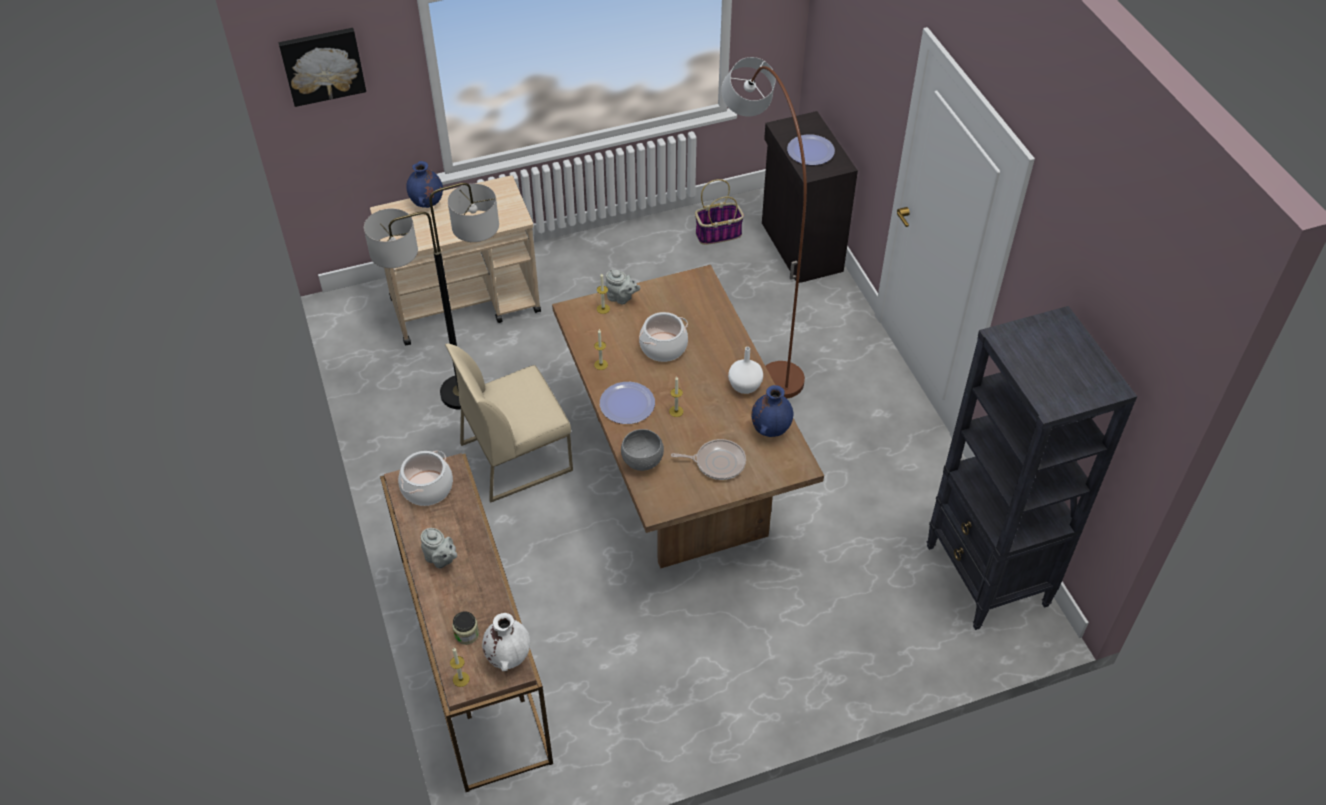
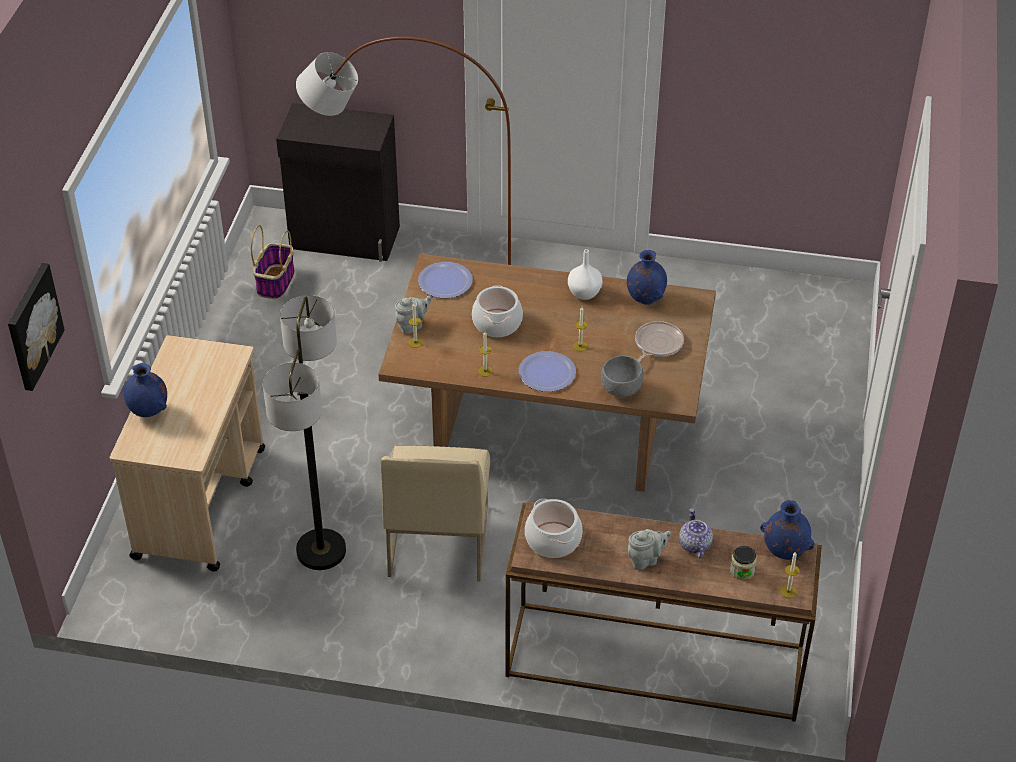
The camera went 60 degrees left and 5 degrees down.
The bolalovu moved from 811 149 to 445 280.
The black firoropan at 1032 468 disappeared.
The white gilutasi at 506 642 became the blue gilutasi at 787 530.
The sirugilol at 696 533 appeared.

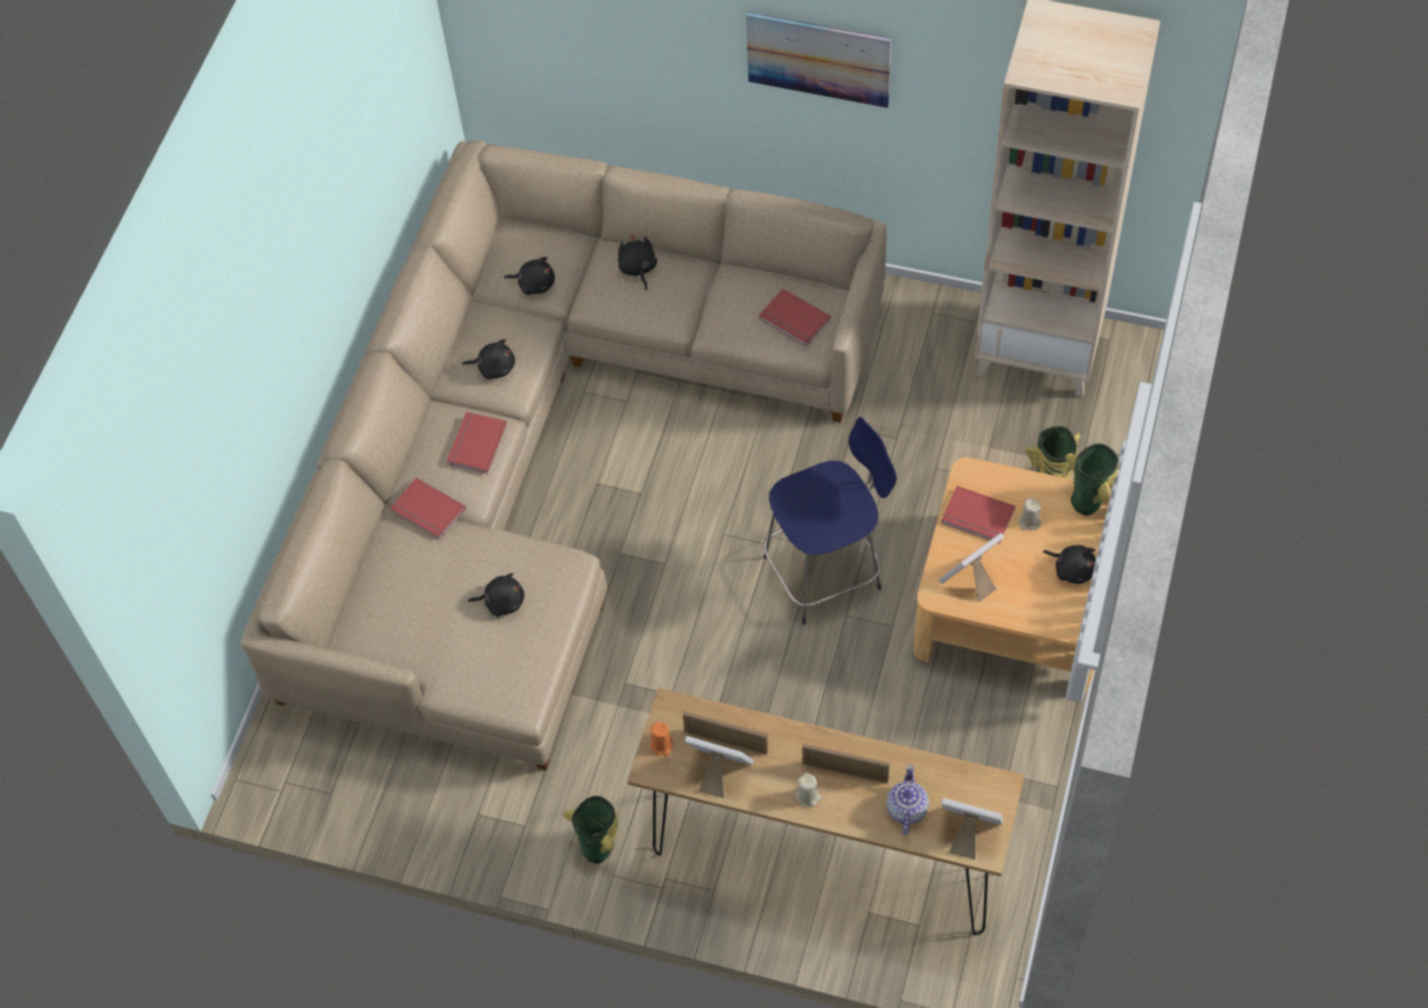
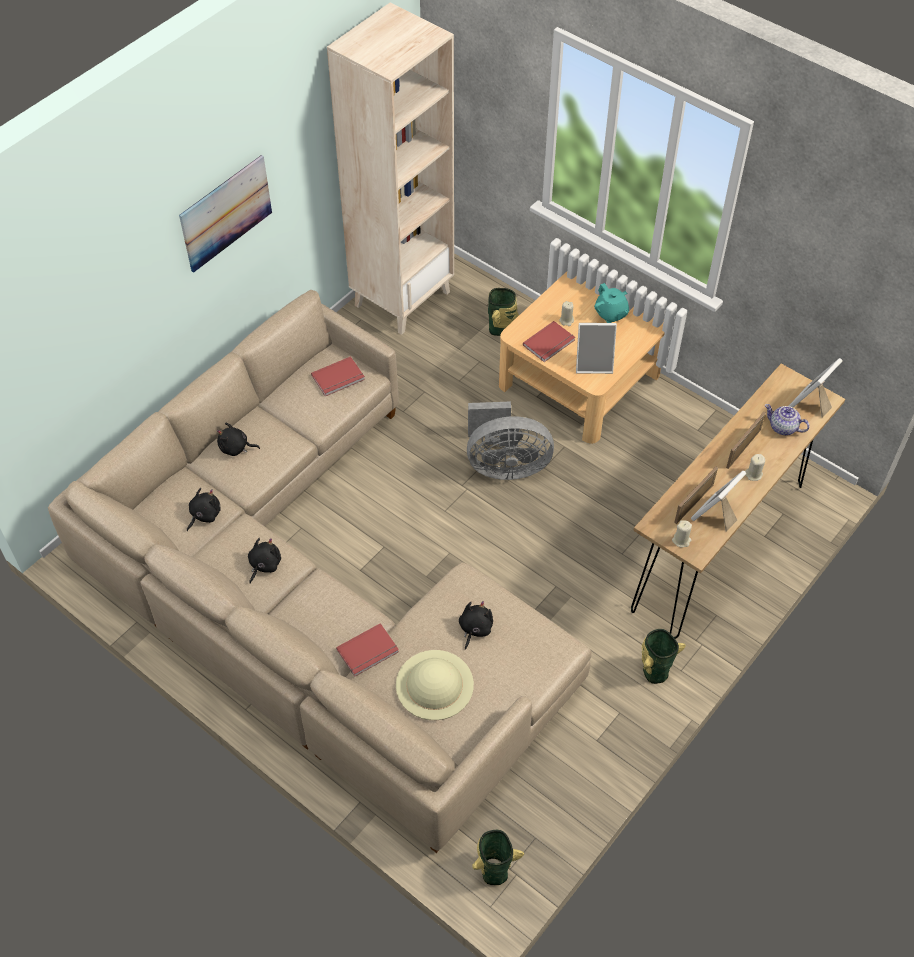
The camera went 70 degrees left and 5 degrees down.
The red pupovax at 477 442 disappeared.
The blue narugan at 830 521 was replaced by the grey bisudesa at 510 440.
The gilutasi moved from 1092 479 to 498 857.
The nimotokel at 971 567 turned 75 degrees counterclockwise.
The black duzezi at 1069 564 was replaced by the turquoise sirugilol at 611 303.
The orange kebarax at 661 739 became the beige kebarax at 682 533.
The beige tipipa at 435 685 appeared.

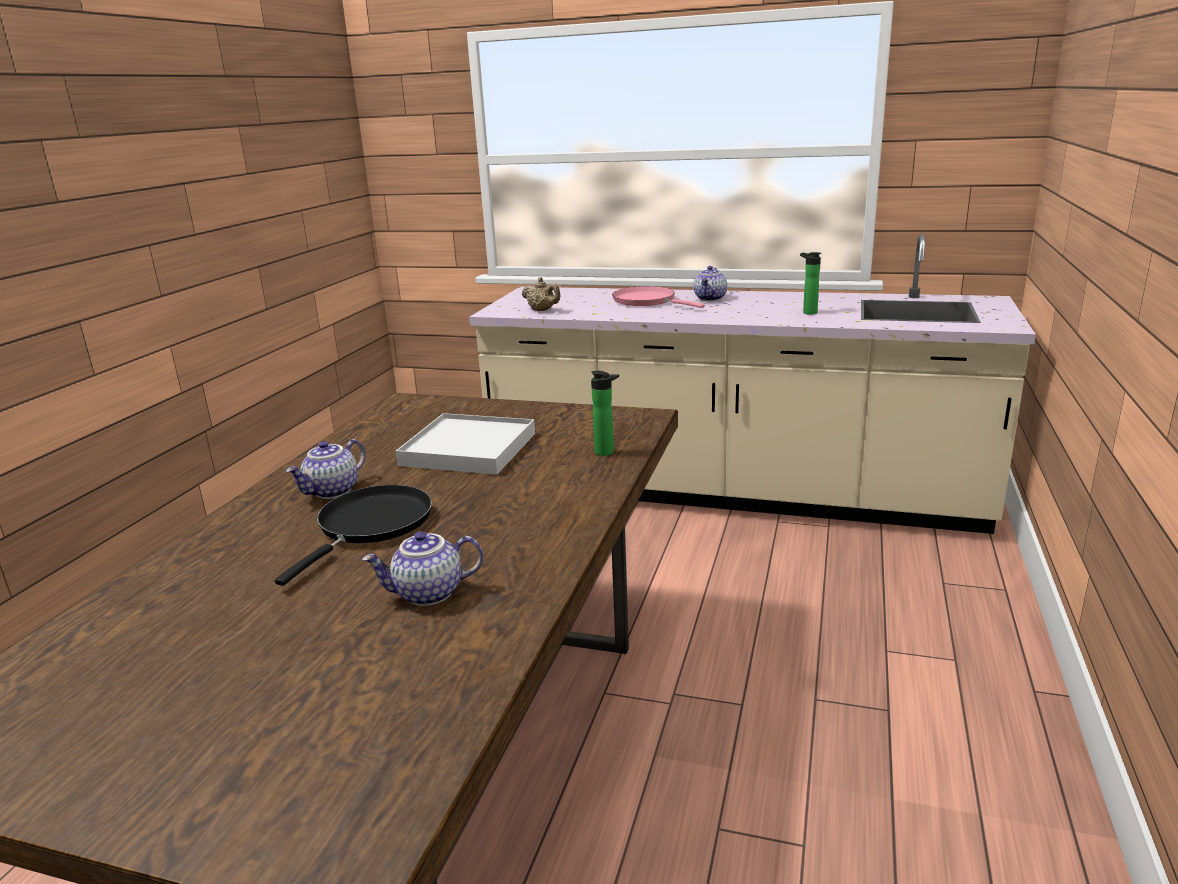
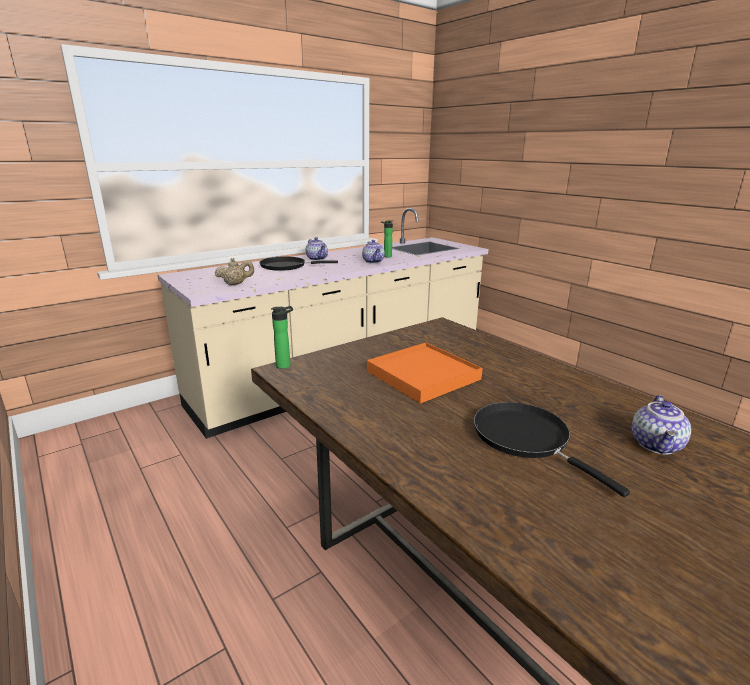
The camera went 55 degrees left and 0 degrees up.
The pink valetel at 658 297 became the black valetel at 299 263.
The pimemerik moved from 605 413 to 282 337.
The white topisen at 465 444 became the orange topisen at 425 373.
The sirugilol moved from 325 469 to 373 252.

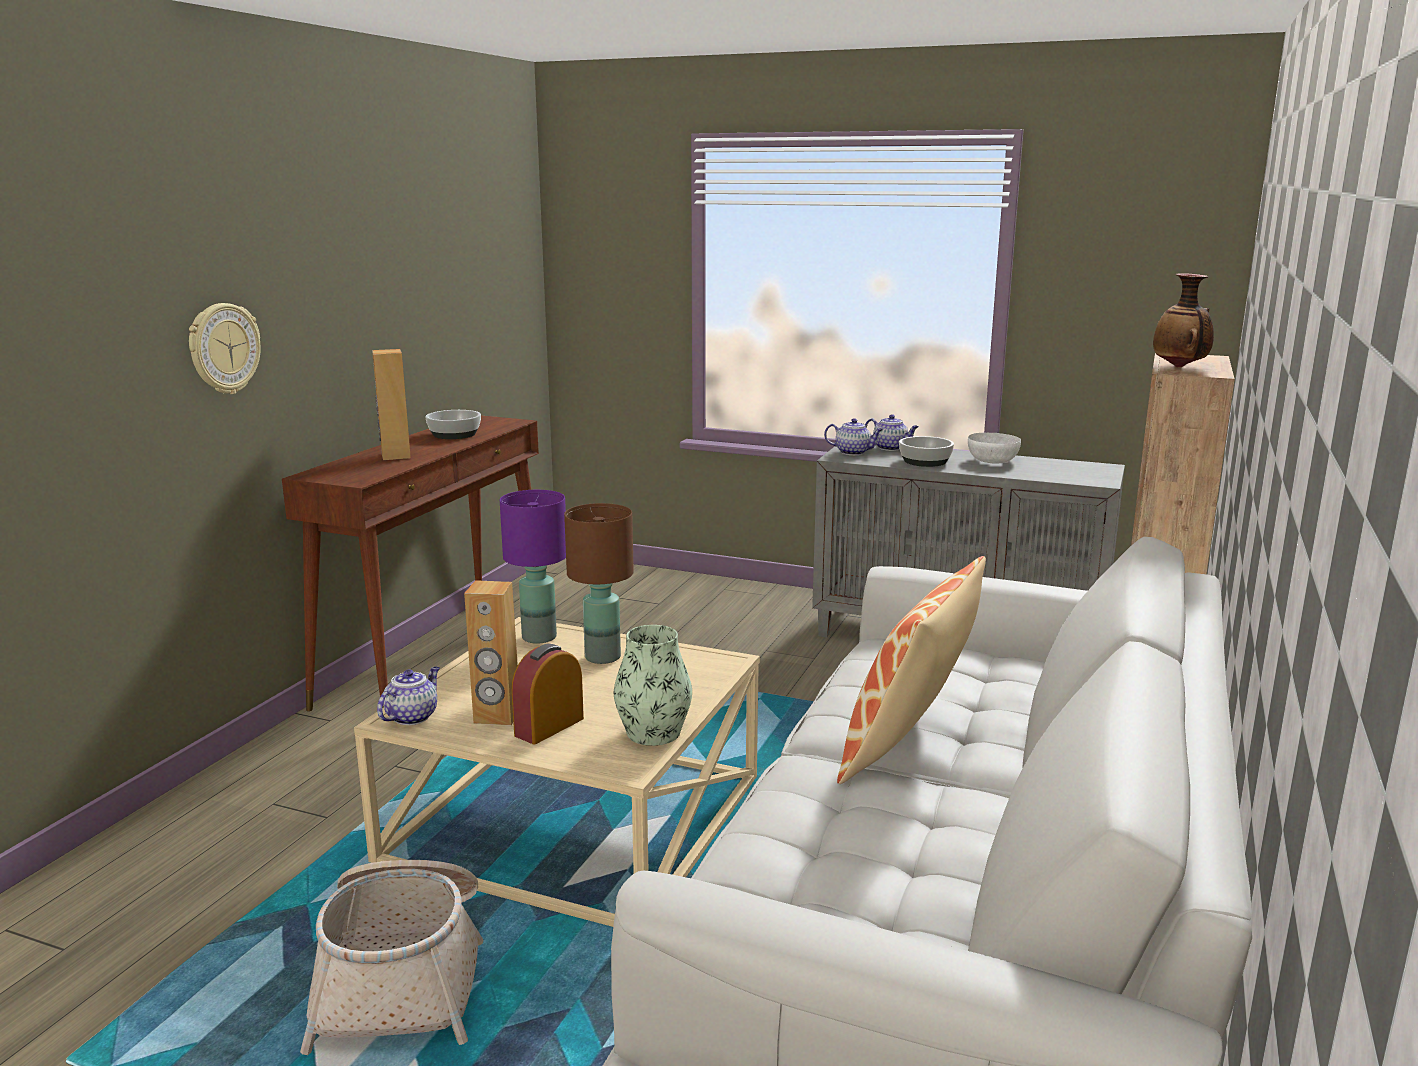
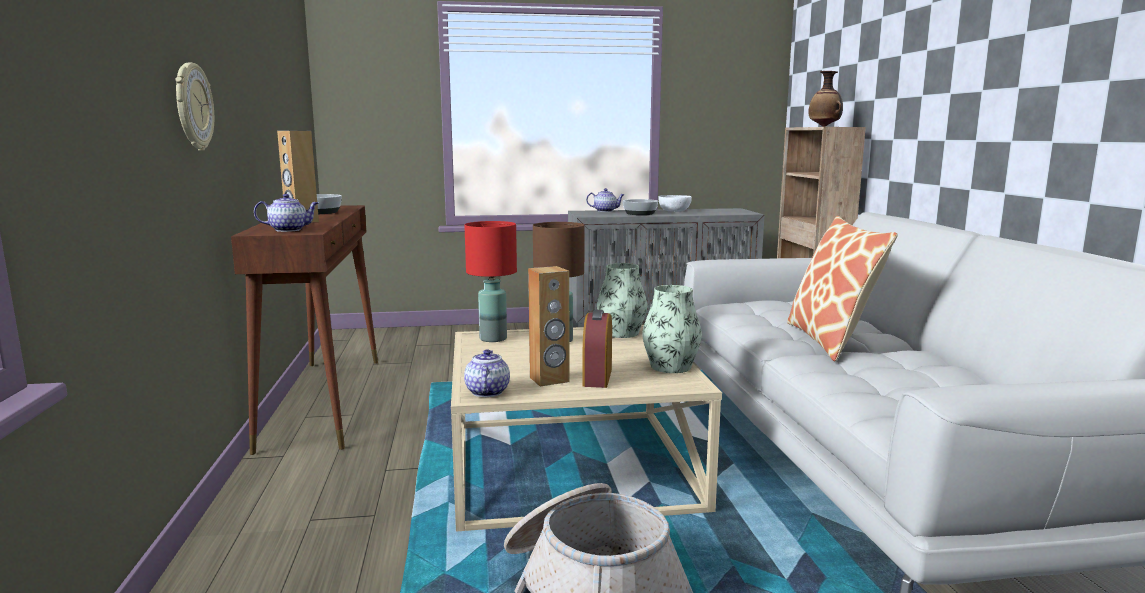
The camera went 30 degrees left and 5 degrees down.
The sirugilol moved from 853 436 to 286 213.
The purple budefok at 533 567 became the red budefok at 490 281.
The gilutasi at 622 300 appeared.

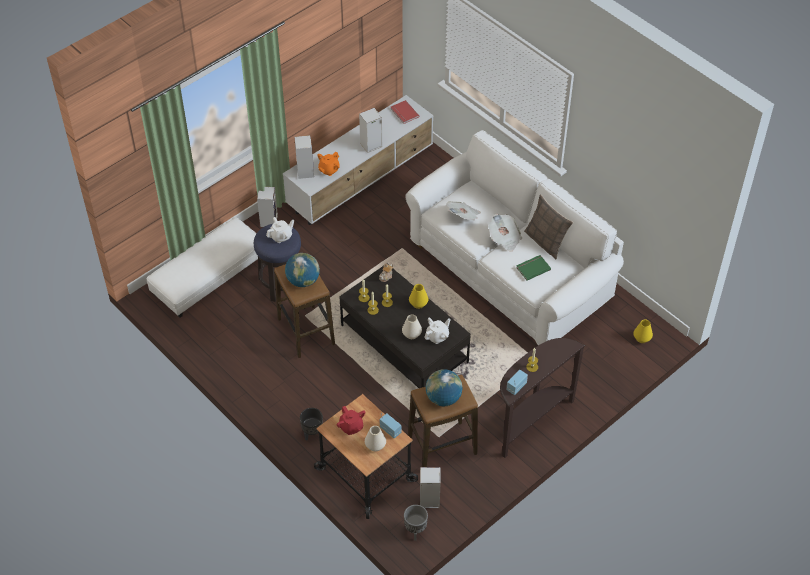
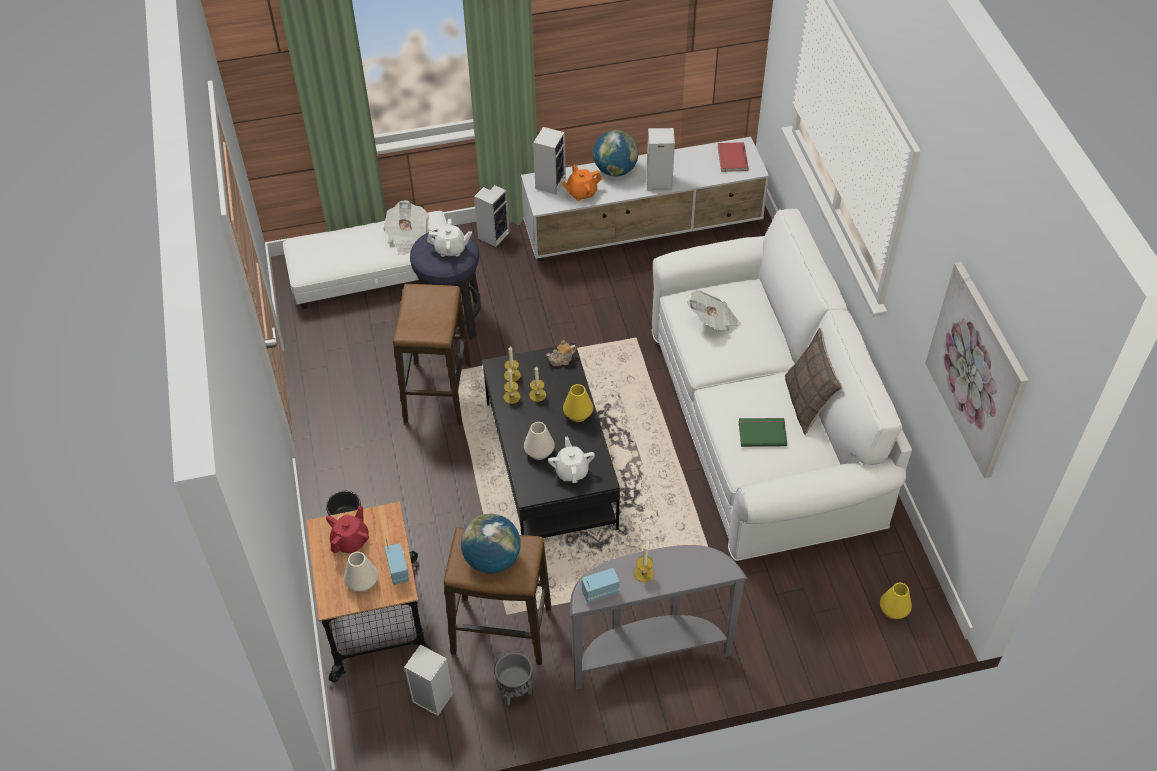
The camera went 30 degrees right and 0 degrees up.
The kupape moved from 505 233 to 406 227.
The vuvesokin moved from 302 270 to 616 153.
The white sirugilol at 437 331 turned 90 degrees counterclockwise.
The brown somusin at 542 398 became the grey somusin at 659 617.
The red sirugilol at 351 420 turned 150 degrees counterclockwise.
The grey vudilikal moved from 416 522 to 513 679.
The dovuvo at 977 370 appeared.

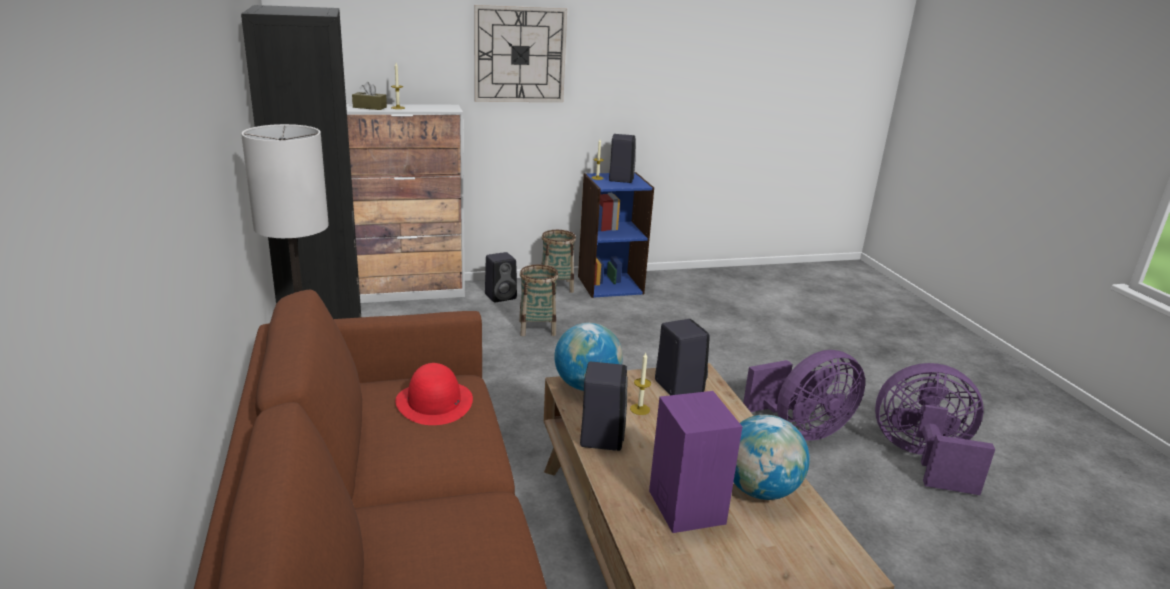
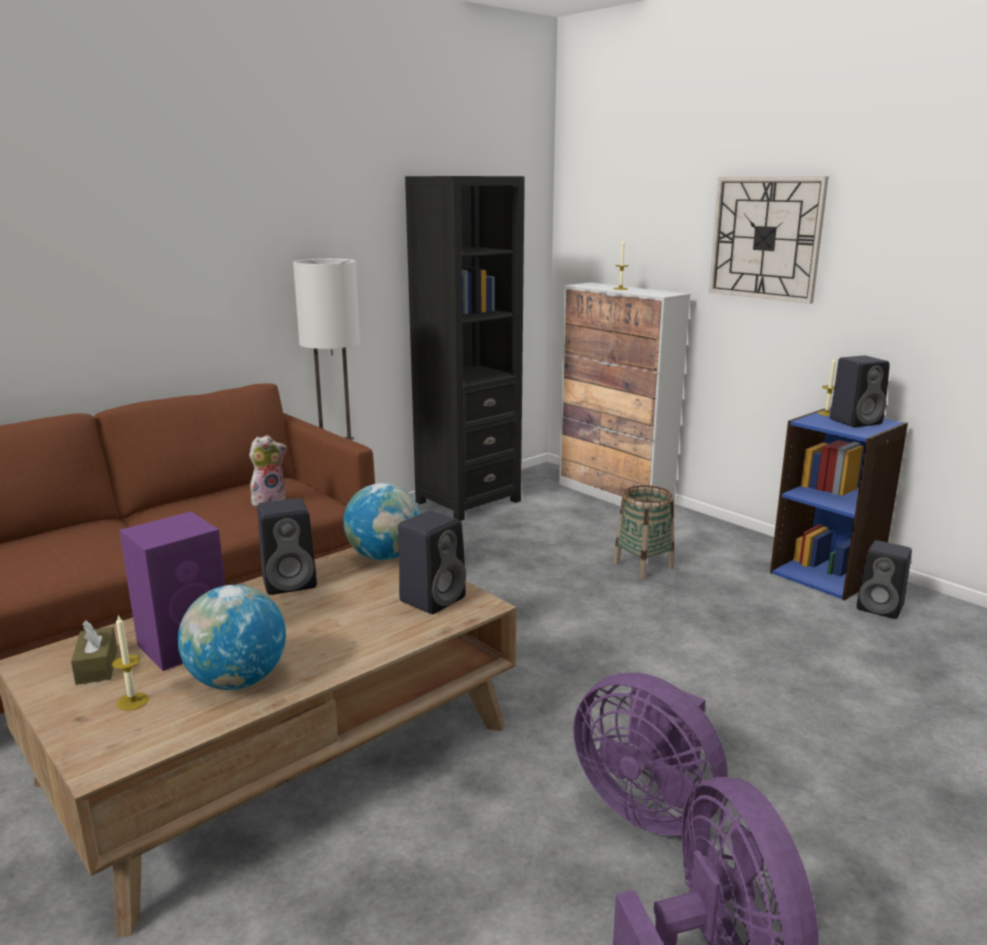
The camera went 65 degrees right and 5 degrees down.
The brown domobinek moved from 369 96 to 94 653.
The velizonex at 558 261 disappeared.
The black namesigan moved from 501 277 to 884 579.
The kebarax moved from 640 384 to 130 662.
The red tipipa at 434 394 was replaced by the duzezi at 268 471.

